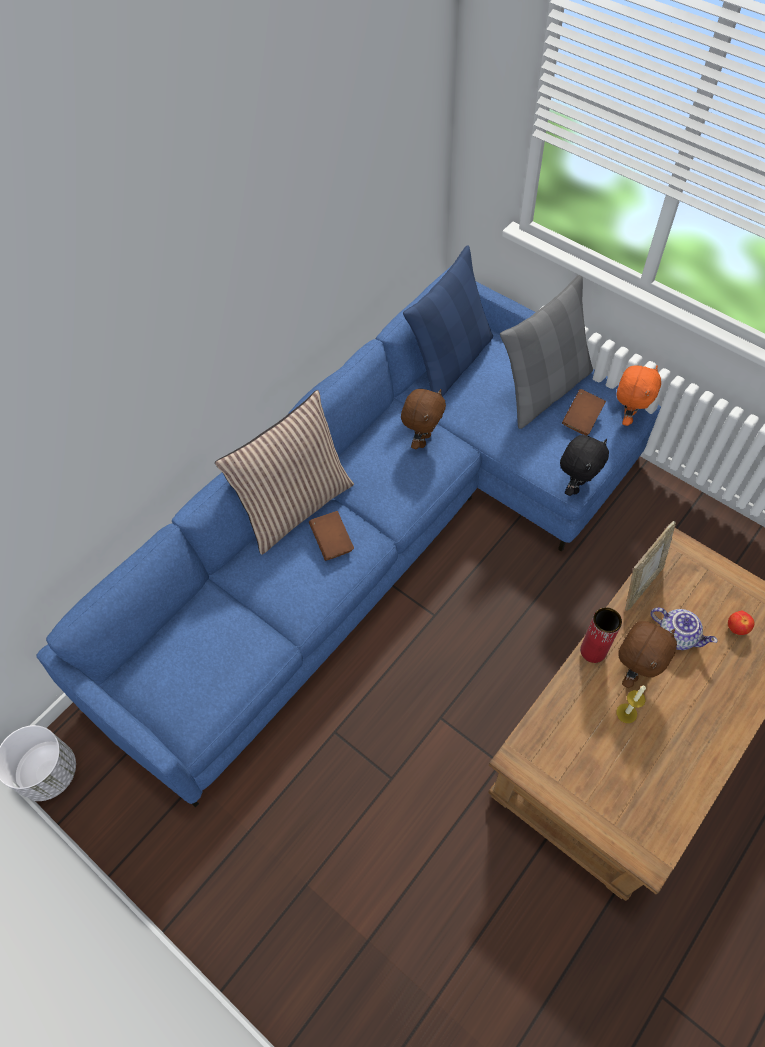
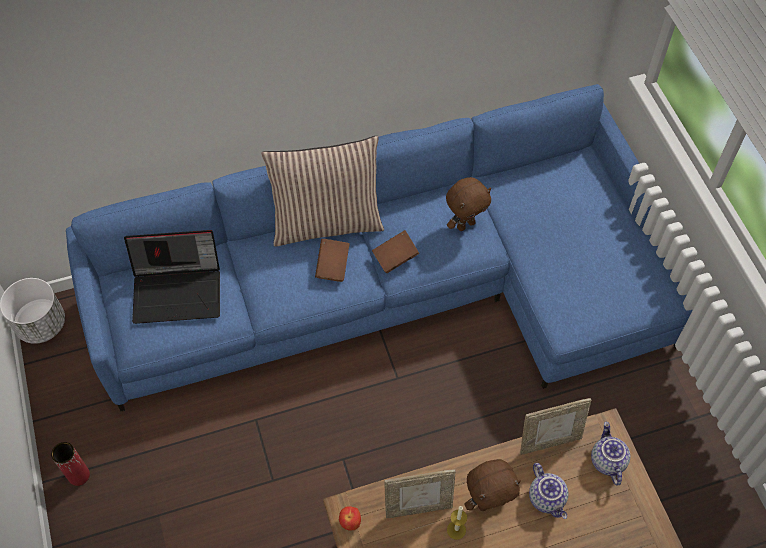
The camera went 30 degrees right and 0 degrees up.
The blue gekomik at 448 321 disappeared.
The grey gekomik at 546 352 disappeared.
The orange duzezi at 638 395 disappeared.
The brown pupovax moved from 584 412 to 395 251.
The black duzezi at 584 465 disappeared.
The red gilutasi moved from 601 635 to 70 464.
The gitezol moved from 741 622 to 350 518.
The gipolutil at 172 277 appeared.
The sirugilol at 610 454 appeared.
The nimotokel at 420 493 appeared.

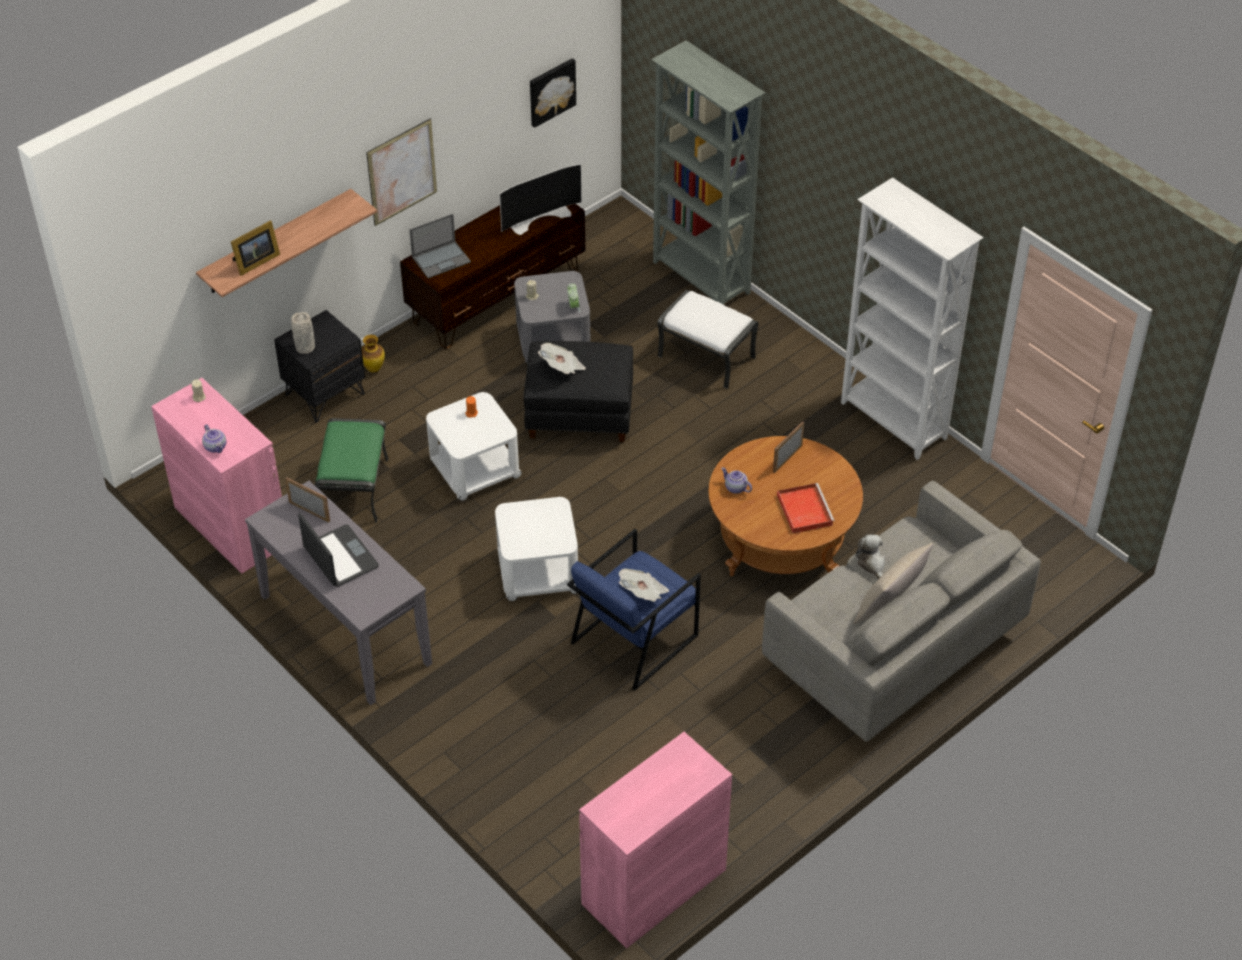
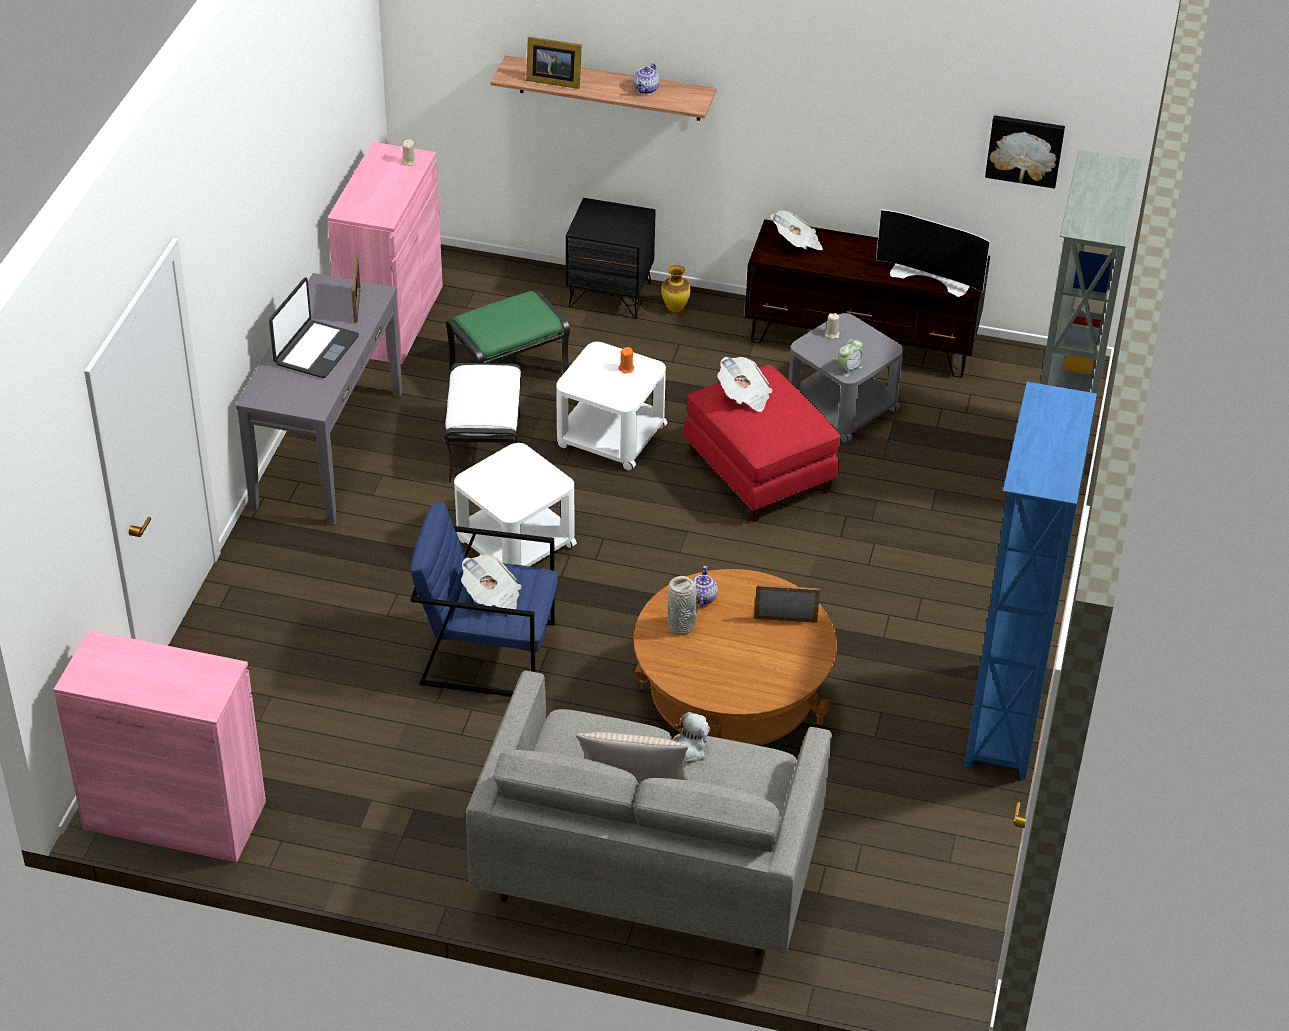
The camera went 55 degrees right and 5 degrees down.
The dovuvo at 401 172 disappeared.
The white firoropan at 912 318 became the blue firoropan at 1030 580.
The gipolutil at 440 246 was replaced by the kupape at 797 230.
The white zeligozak moved from 708 339 to 483 423.
The grey gilutasi moved from 303 333 to 682 605.
The black zeligozak at 578 391 became the red zeligozak at 762 443.
The sirugilol moved from 214 438 to 646 78.
The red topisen at 806 508 disappeared.

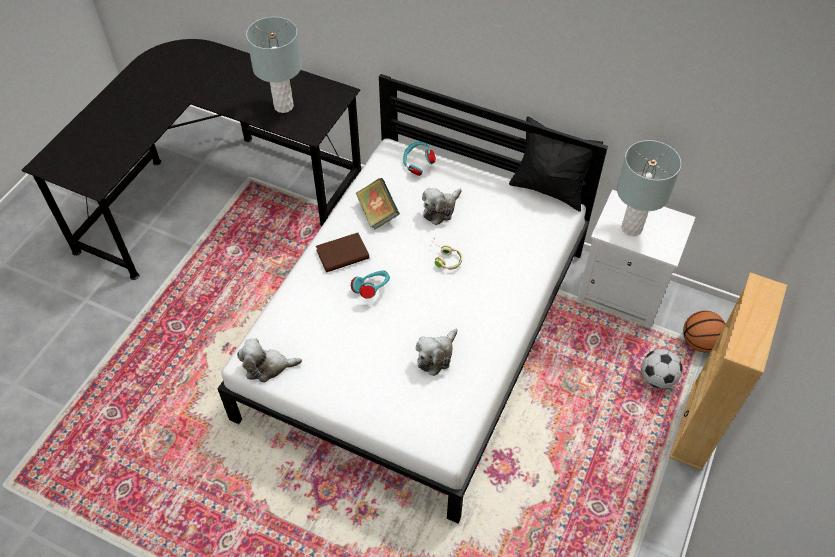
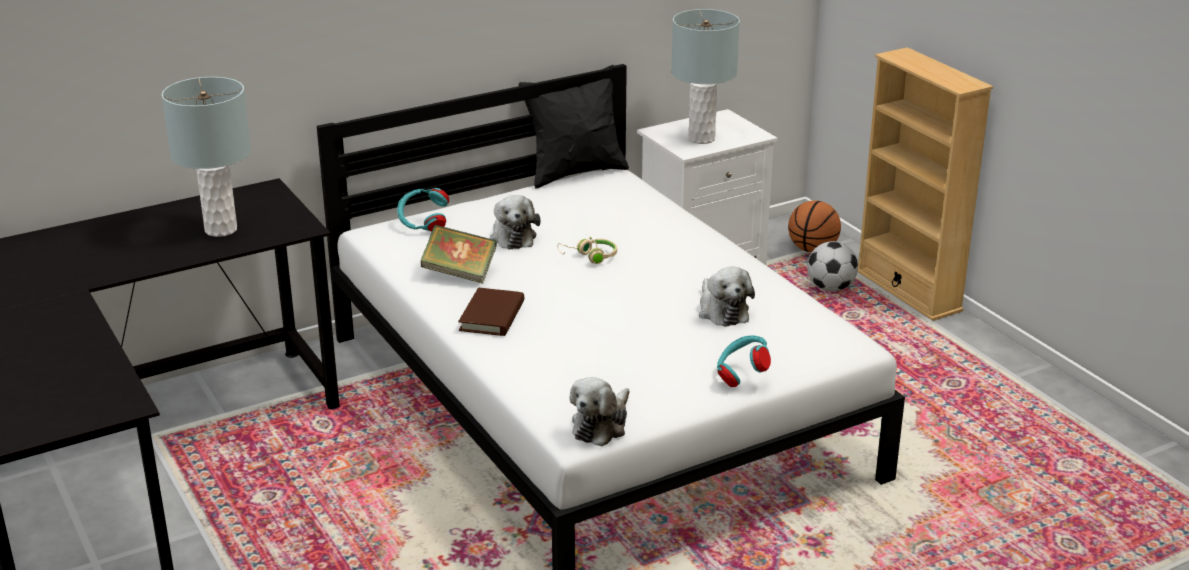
The camera went 55 degrees left and 25 degrees down.
The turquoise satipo moved from 370 285 to 744 361.

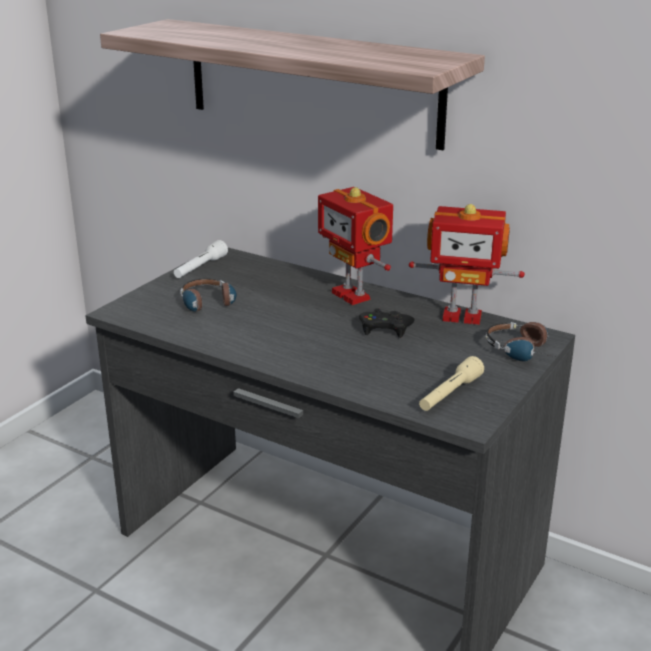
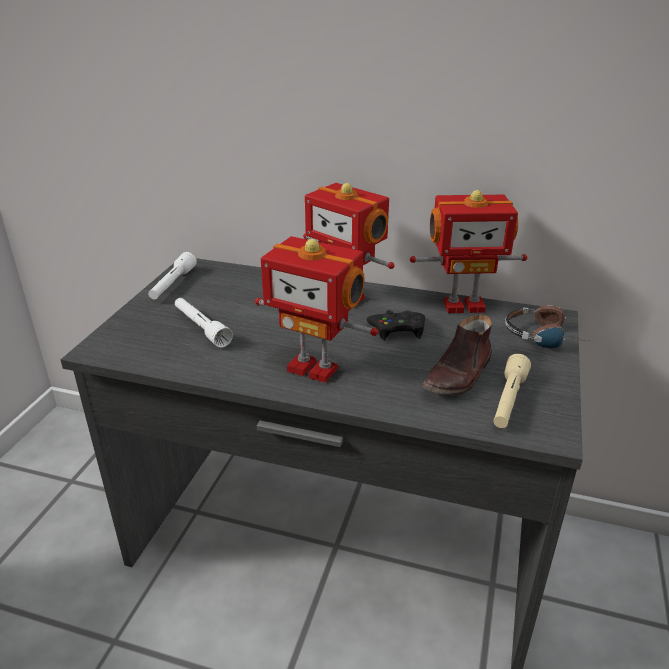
The camera went 15 degrees left and 5 degrees up.
The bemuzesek at 292 84 disappeared.
The satipo at 208 296 was replaced by the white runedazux at 204 323.
The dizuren at 316 309 appeared.
The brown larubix at 457 355 appeared.

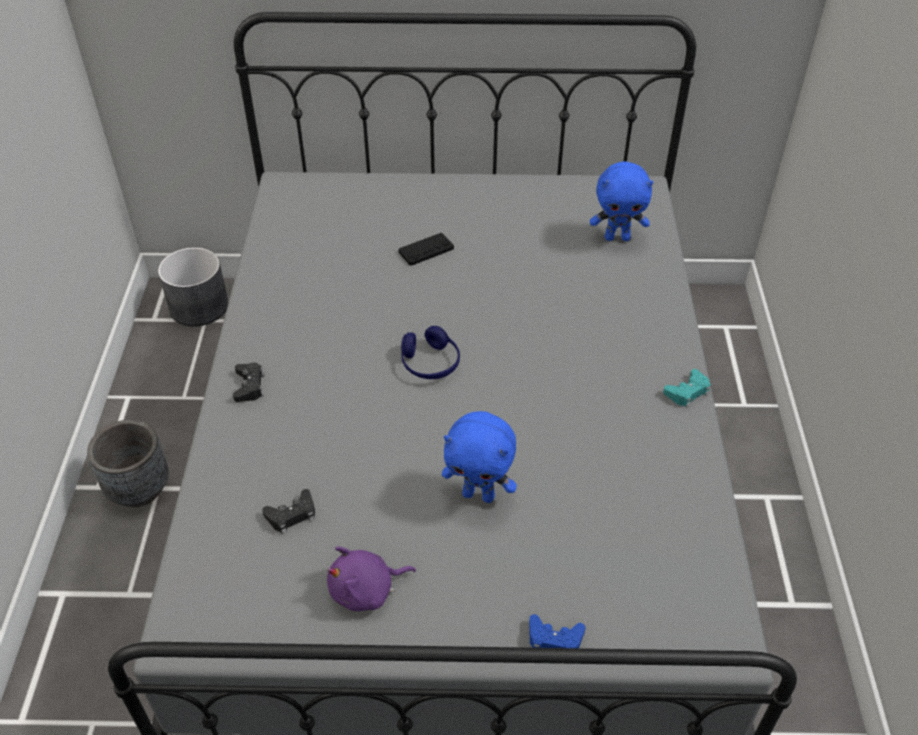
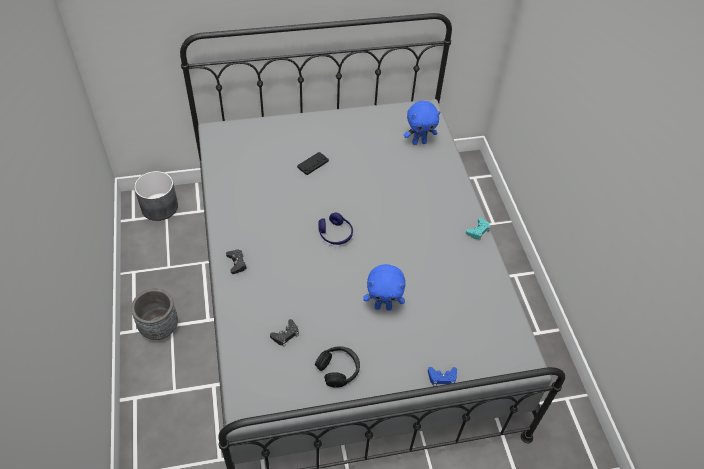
The camera went 15 degrees left and 5 degrees up.
The purple duzezi at 371 578 was replaced by the black satipo at 337 367.

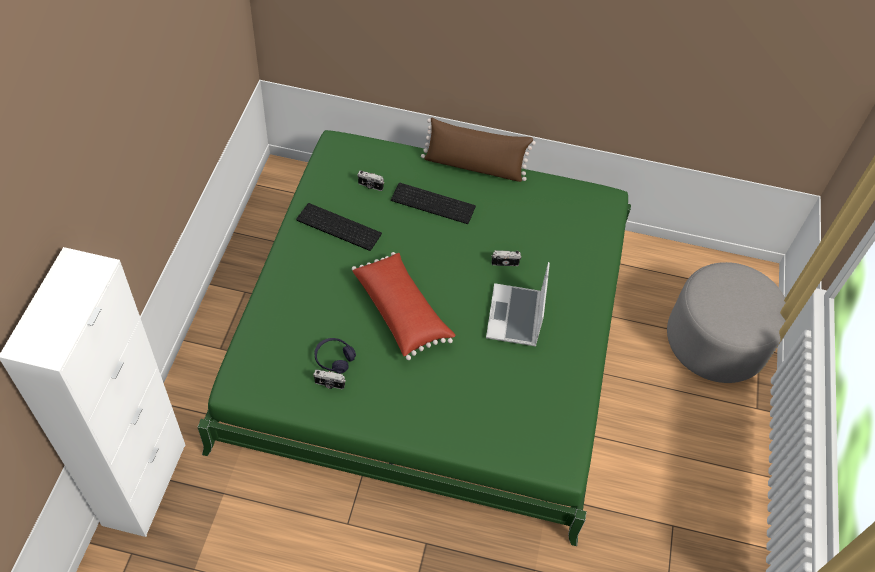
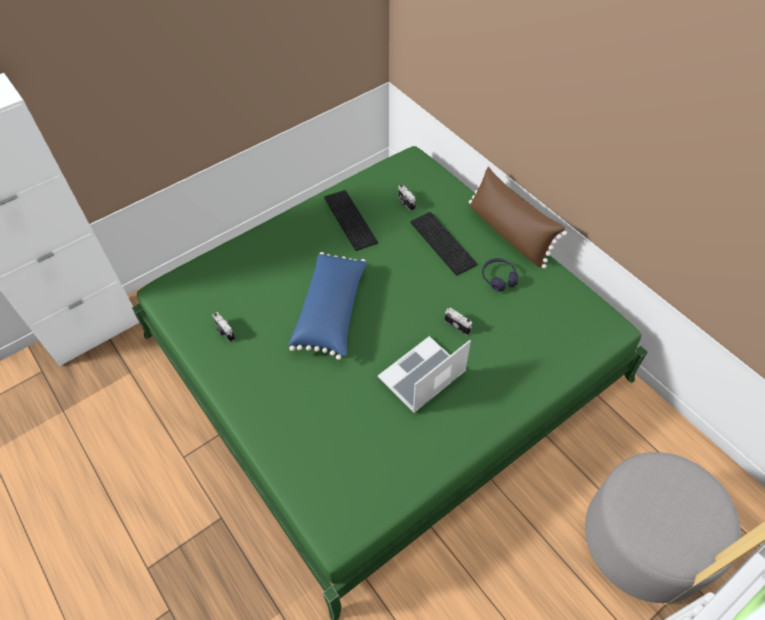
The camera went 45 degrees right and 0 degrees up.
The red gekomik at 403 306 became the blue gekomik at 328 306.
The purple satipo moved from 335 355 to 500 274.

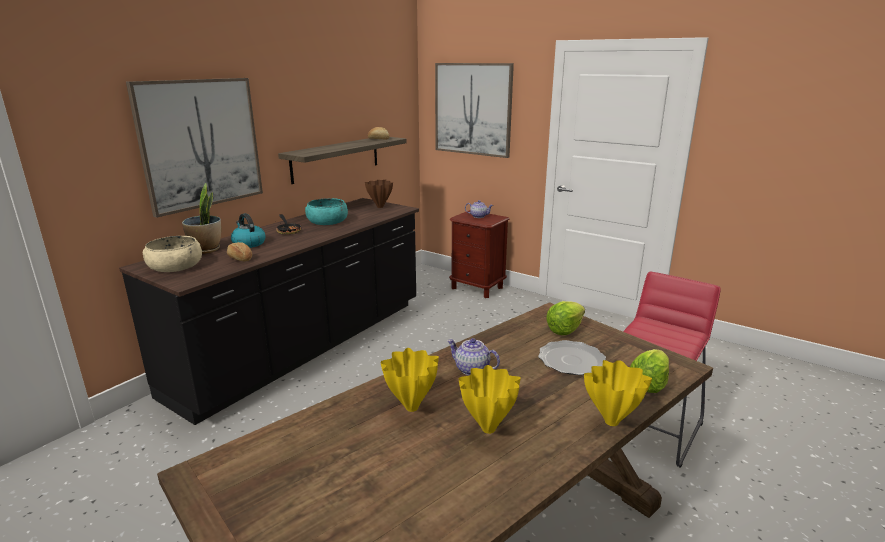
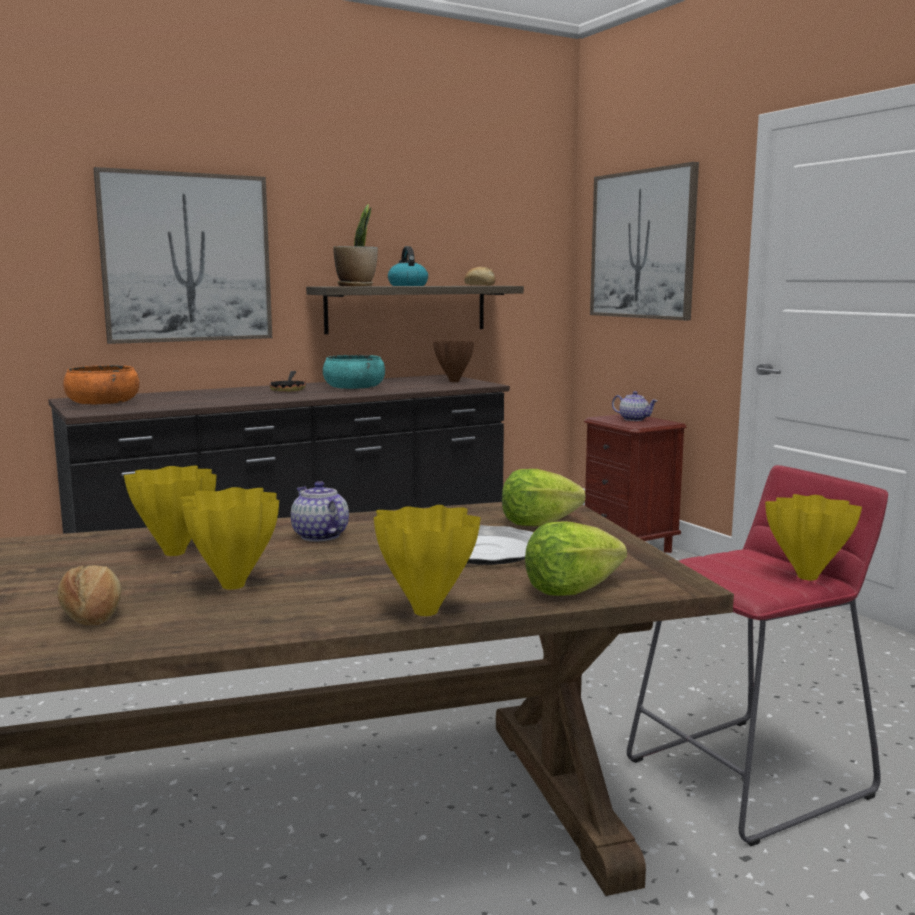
The camera went 25 degrees right and 10 degrees down.
The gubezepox moved from 201 218 to 355 245.
The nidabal moved from 248 230 to 408 266.
The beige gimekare at 172 254 became the orange gimekare at 101 385.
The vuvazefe moved from 239 251 to 89 595.
The yellow gilutasi at 813 537 appeared.

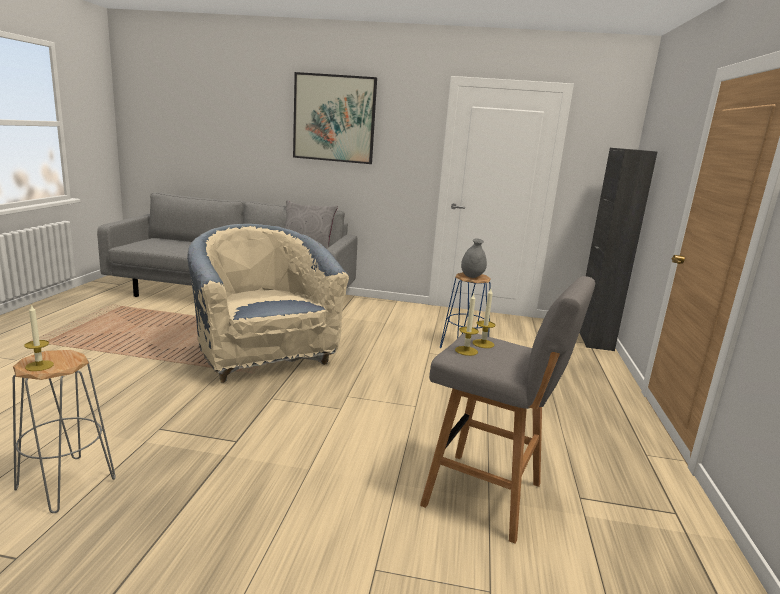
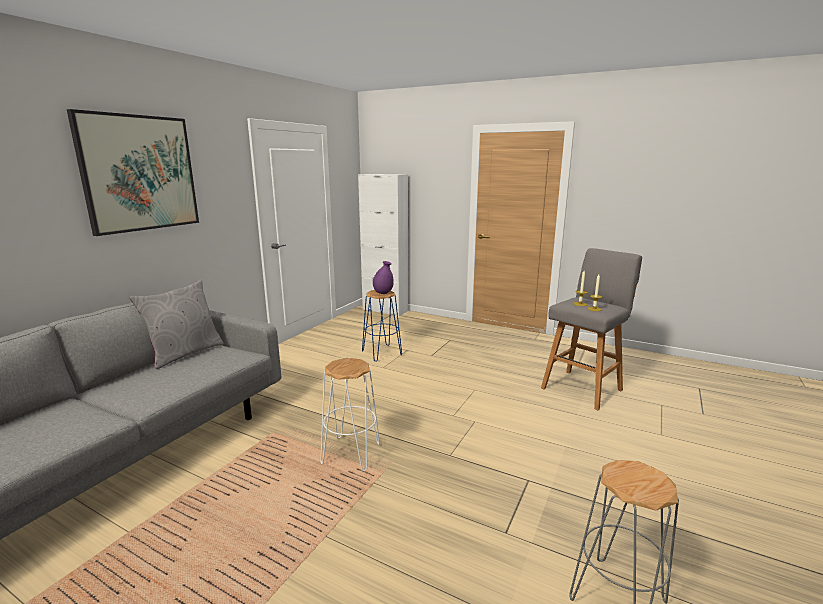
The camera went 70 degrees left and 0 degrees up.
The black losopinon at 618 249 became the white losopinon at 383 245.
The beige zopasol at 268 303 was replaced by the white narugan at 350 414.
The grey gilutasi at 474 258 became the purple gilutasi at 383 277.
The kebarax at 39 337 disappeared.

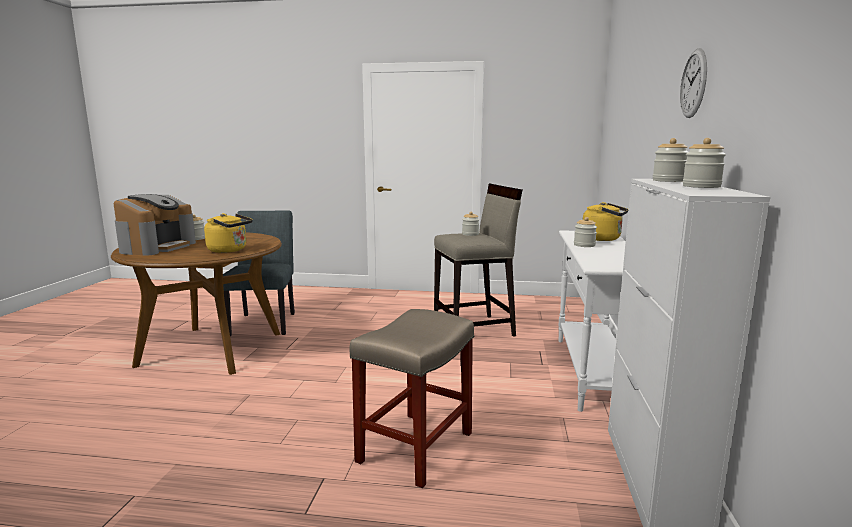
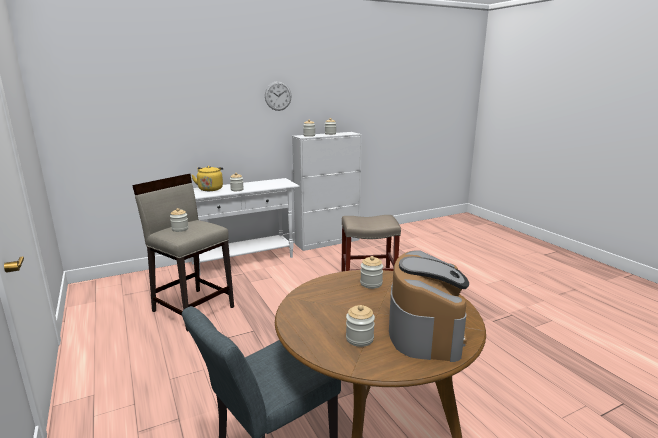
The camera went 125 degrees left and 5 degrees up.
The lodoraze at 155 225 turned 120 degrees clockwise.
The yellow nidabal at 228 233 was replaced by the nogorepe at 371 272.

